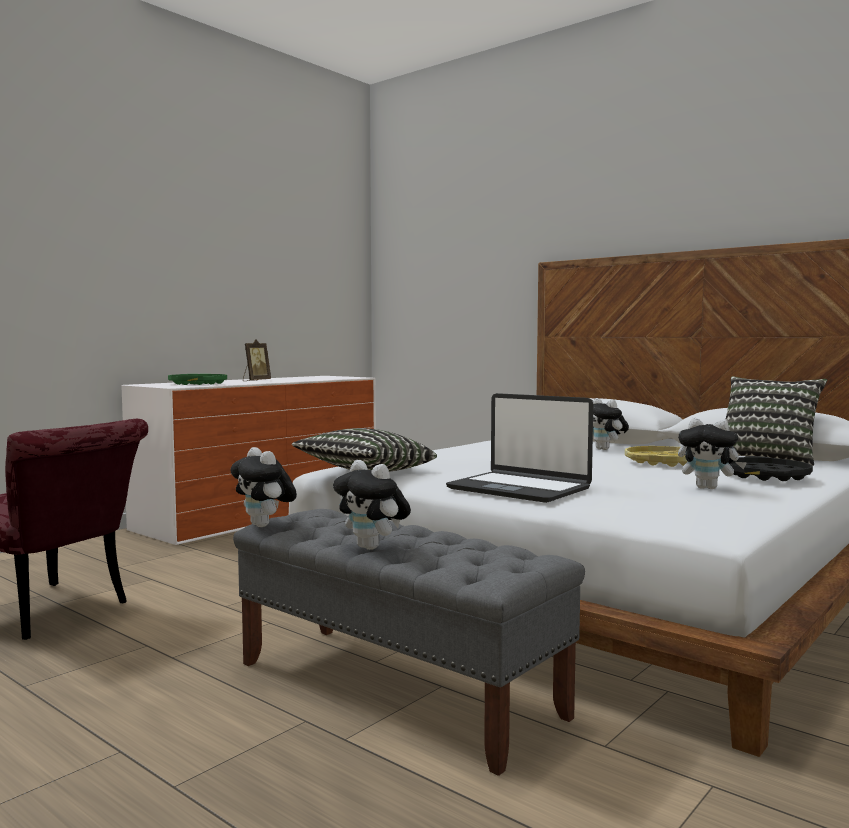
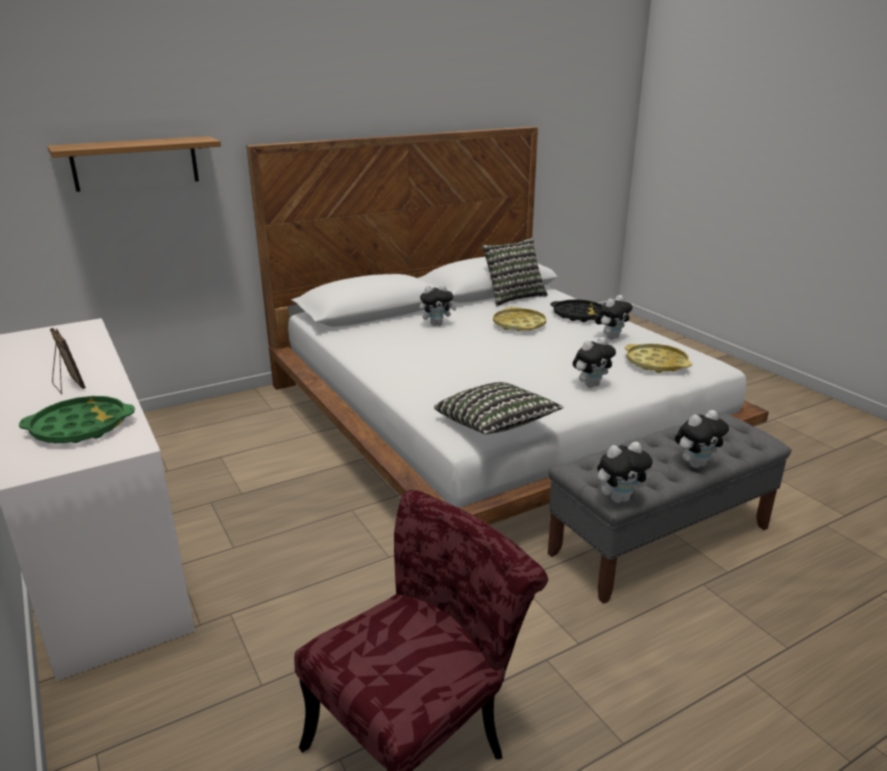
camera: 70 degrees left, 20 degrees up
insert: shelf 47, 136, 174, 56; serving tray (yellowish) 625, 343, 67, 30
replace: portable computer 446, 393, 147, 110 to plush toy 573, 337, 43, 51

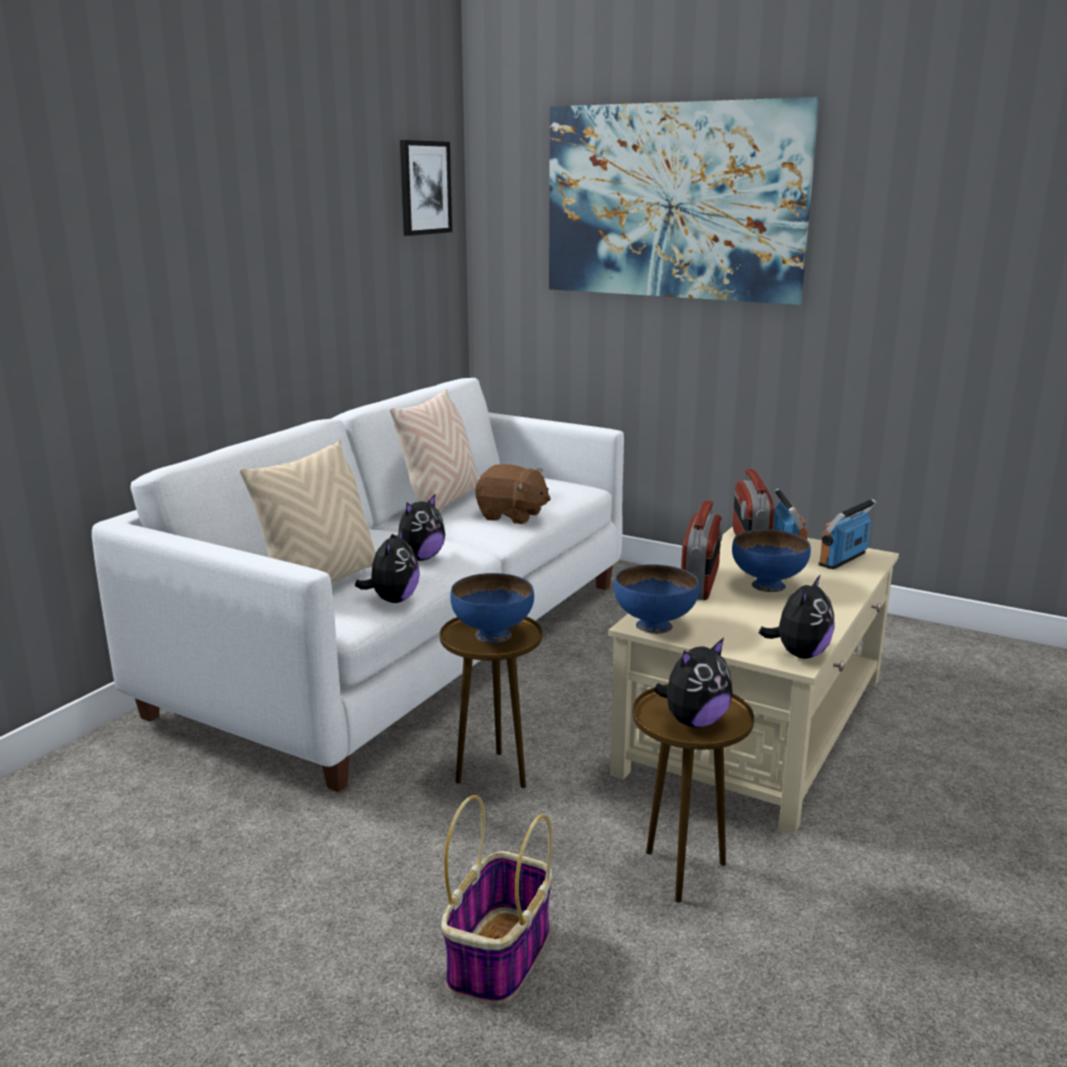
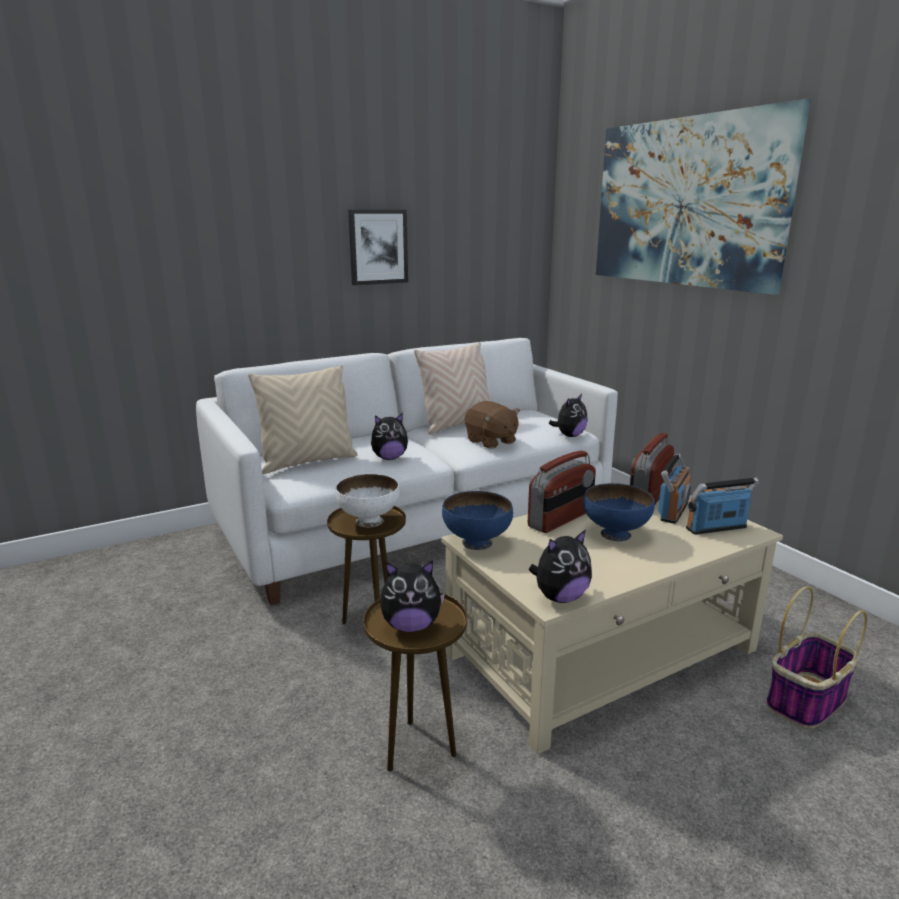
camera: 30 degrees right, 0 degrees up
move: picture 400, 140, 52, 96 to 348, 210, 60, 75; plush toy 355, 527, 65, 76 to 549, 394, 39, 43; storage basket 441, 795, 111, 210 to 766, 586, 101, 143
recolor: bowl (bluish) 450, 573, 84, 70 to bowl (white) 335, 474, 65, 53

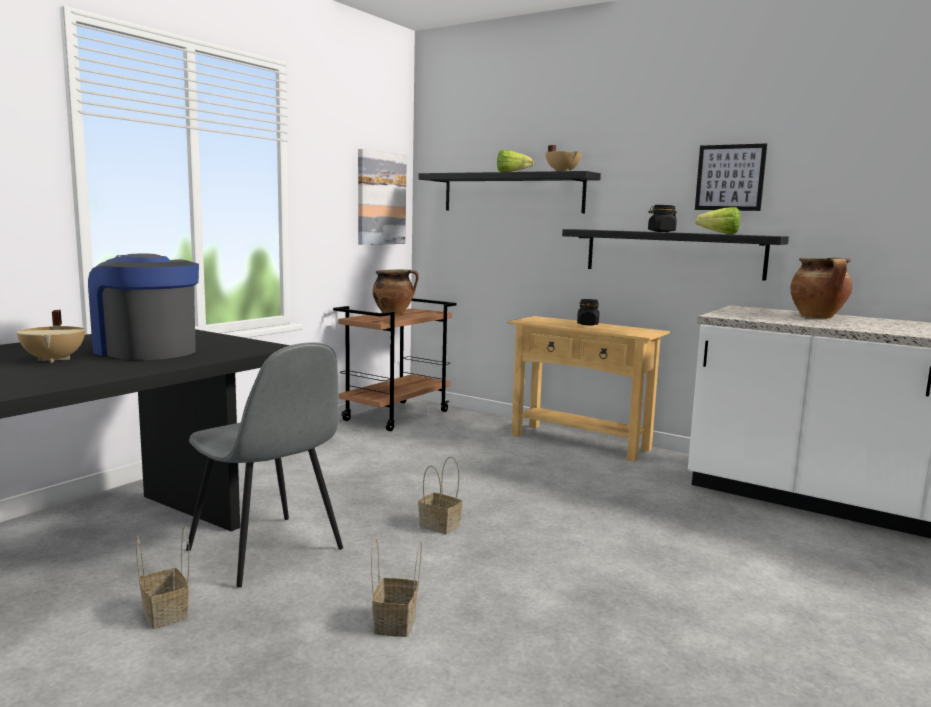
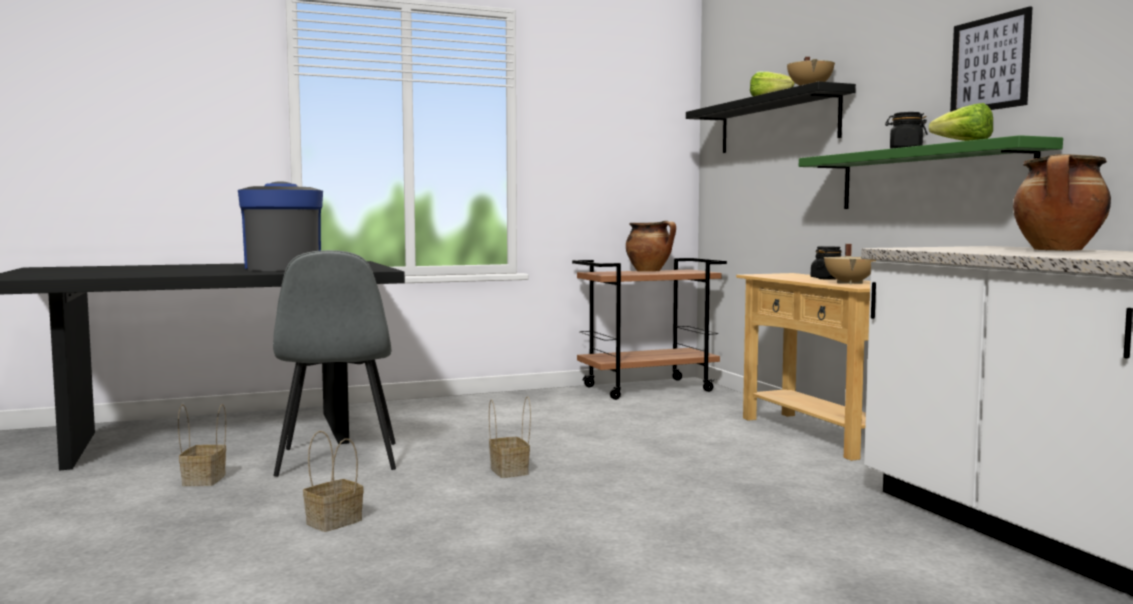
camera: 35 degrees right, 5 degrees down
delete: picture 358, 149, 49, 96
move: cooking pot (beige-coloured) 16, 310, 70, 53 to 824, 244, 52, 40
recolor: shelf (blackish) 562, 229, 227, 52 to shelf (greenish) 799, 135, 264, 74

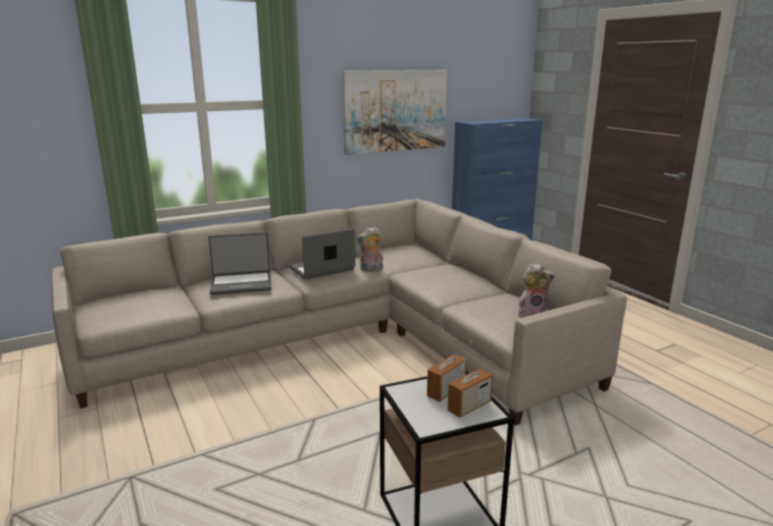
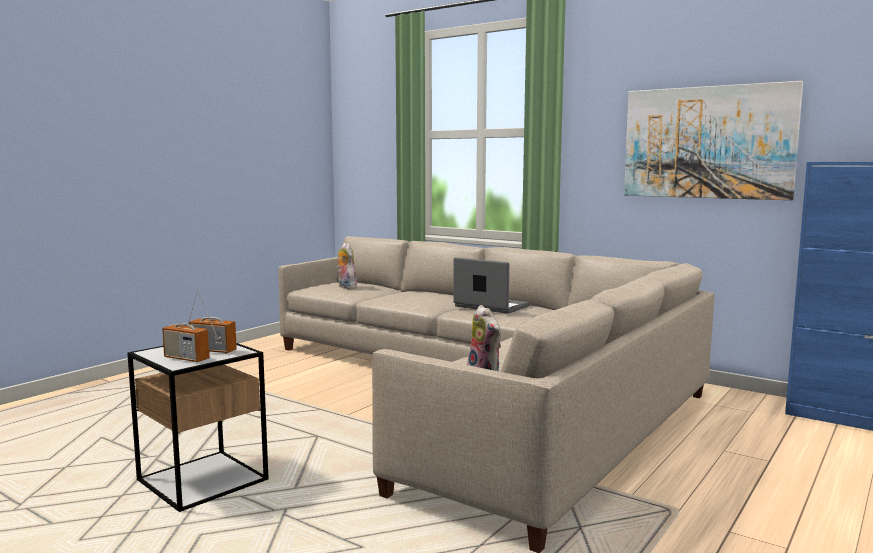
camera: 65 degrees right, 10 degrees down
delete: portable computer 208, 232, 64, 63
move: plush toy 356, 227, 27, 46 to 336, 243, 21, 46

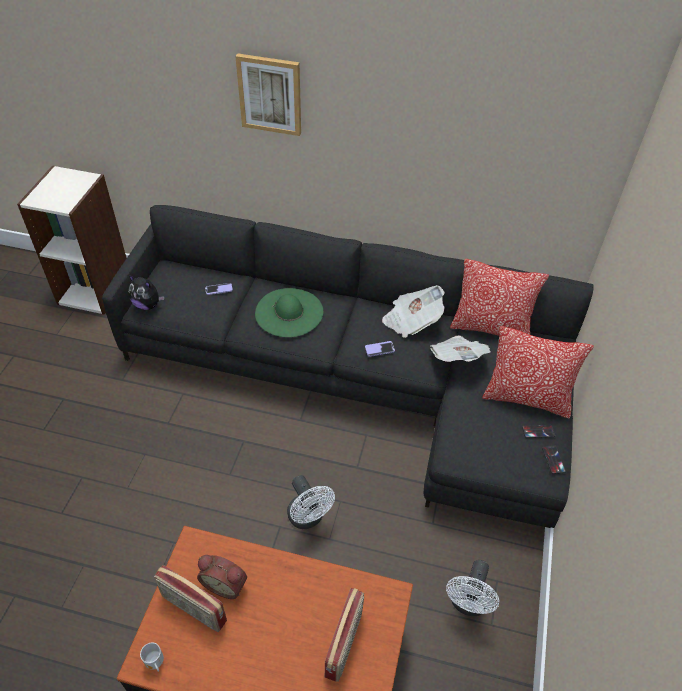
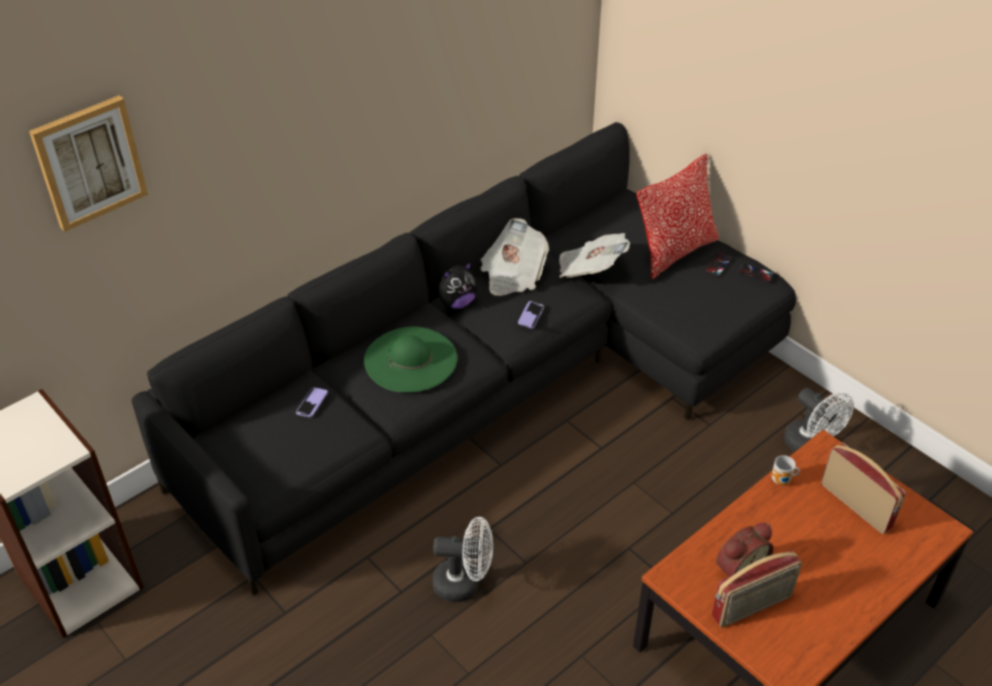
camera: 55 degrees left, 5 degrees down
delete: pillow 450, 259, 99, 77
move: picture 235, 53, 66, 83 to 29, 95, 119, 137; electric fan (white) 287, 475, 48, 54 to 432, 517, 61, 85; plush toy 128, 275, 37, 35 to 438, 262, 39, 47; mug 140, 643, 24, 29 to 772, 455, 28, 30

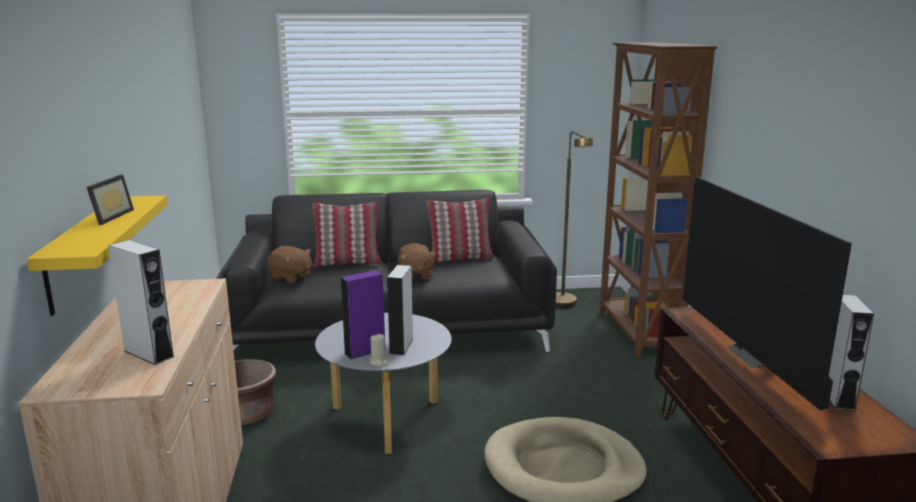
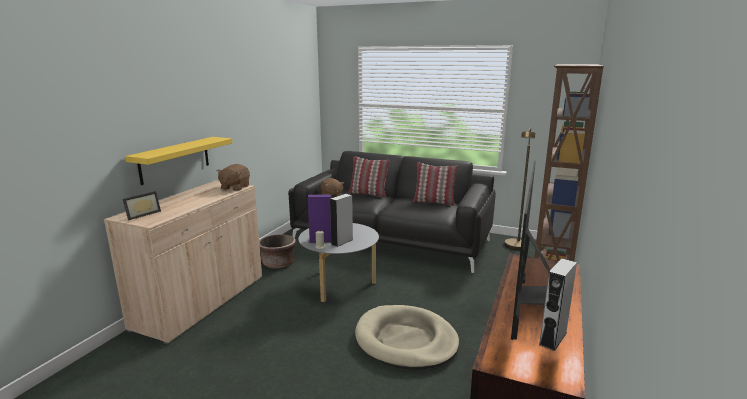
camera: 30 degrees right, 0 degrees up
delete: speaker (grey) 108, 240, 66, 125
move: picture frame 87, 174, 47, 51 to 123, 191, 38, 29; plush toy (brown) 398, 243, 38, 37 to 217, 164, 33, 27

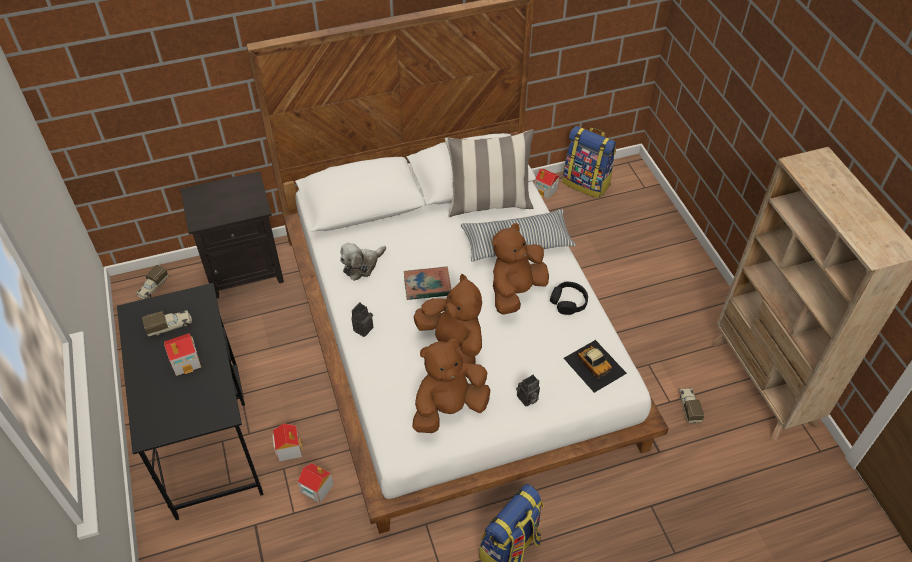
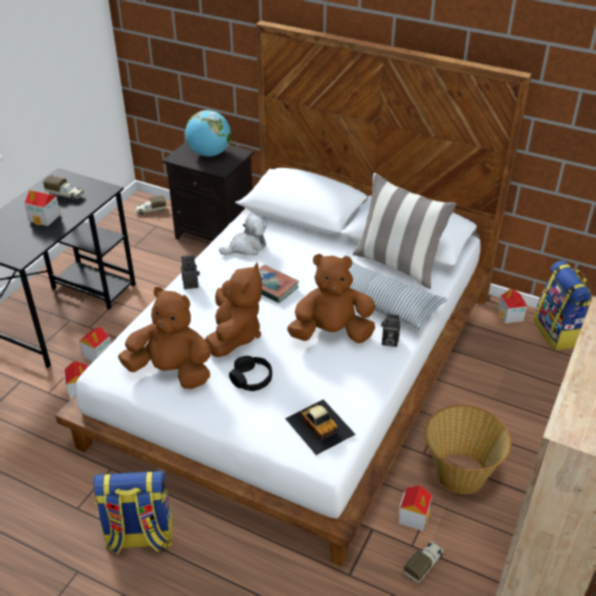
camera: 45 degrees right, 10 degrees down
insert: desk globe 185, 110, 46, 47; toy house 398, 485, 34, 46; storage basket 425, 405, 87, 89
move: headset (blackish) 550, 281, 38, 34 to 229, 356, 43, 35; still camera 516, 375, 24, 31 to 381, 314, 19, 33
rotate: plush toy 340, 243, 46, 38 = 219, 214, 48, 42 150 degrees clockwise; miniature car 564, 340, 63, 53 = 285, 399, 71, 56 45 degrees counterclockwise

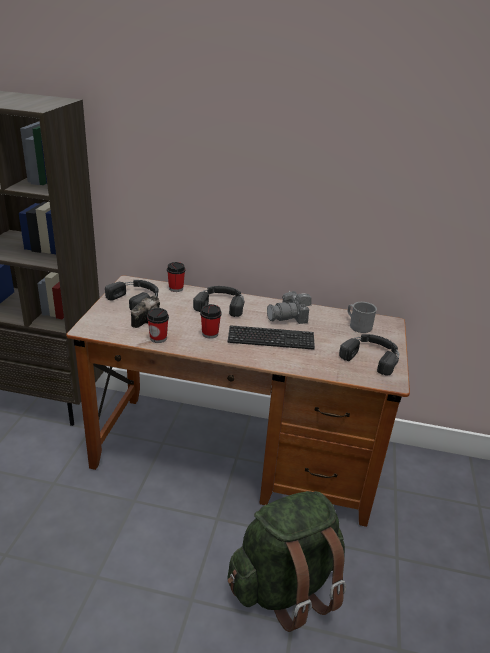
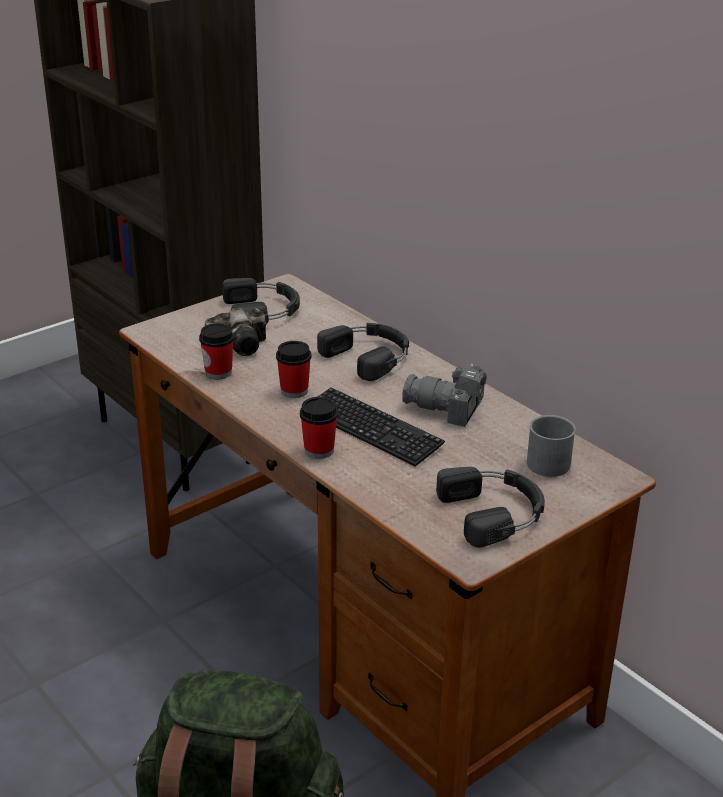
camera: 40 degrees right, 0 degrees up
move: drinking cup 167, 262, 18, 30 to 300, 397, 38, 62

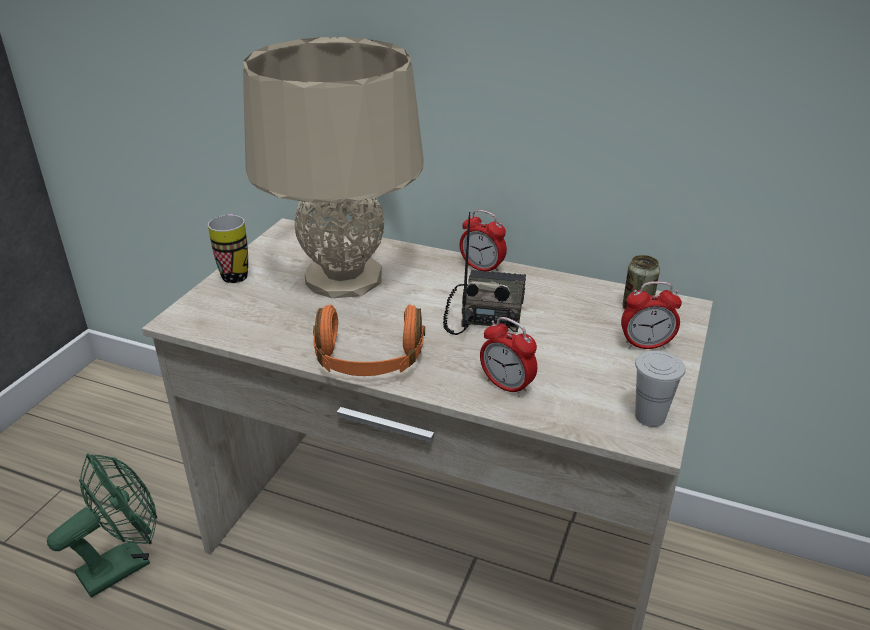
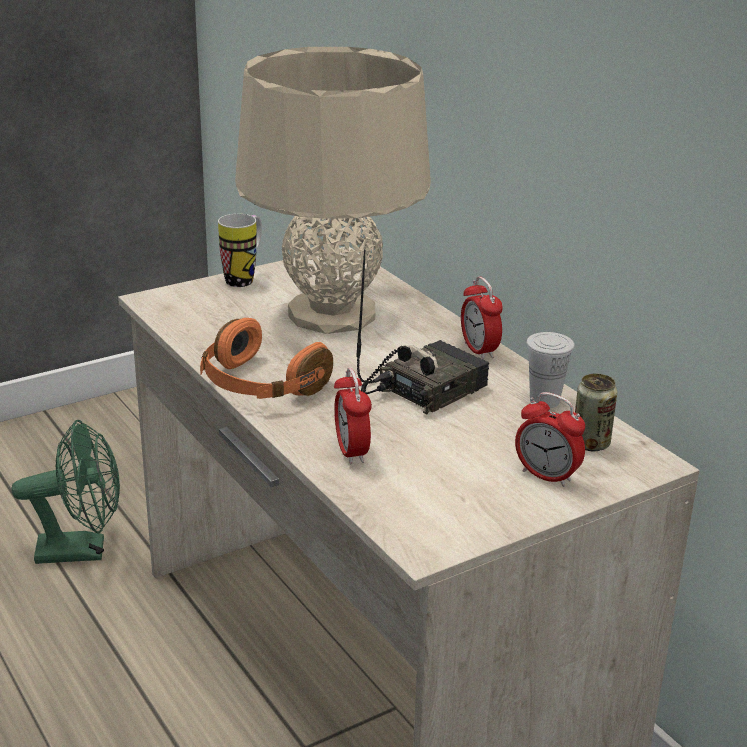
camera: 35 degrees right, 5 degrees down
move: drinking cup (white) 635, 351, 50, 76 to 526, 332, 49, 76

